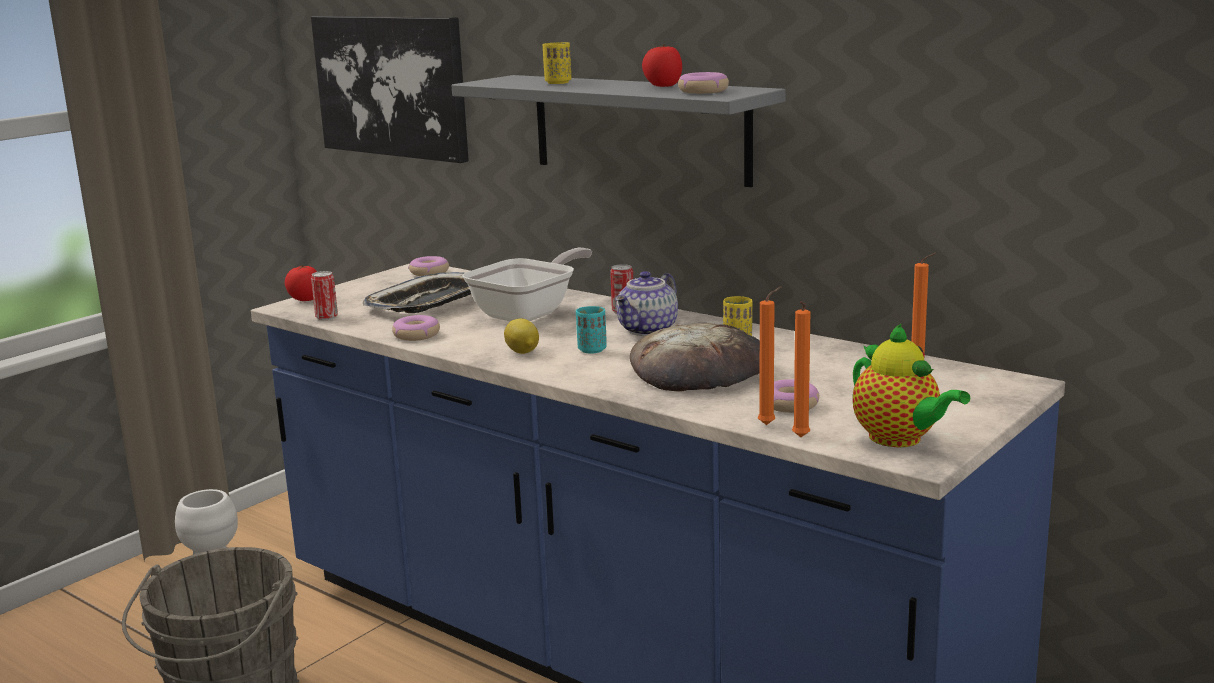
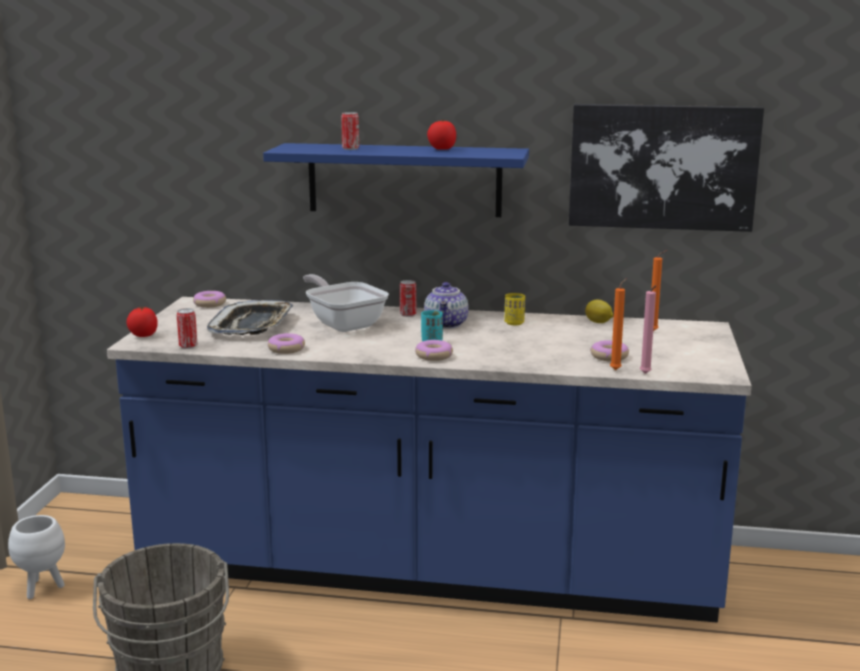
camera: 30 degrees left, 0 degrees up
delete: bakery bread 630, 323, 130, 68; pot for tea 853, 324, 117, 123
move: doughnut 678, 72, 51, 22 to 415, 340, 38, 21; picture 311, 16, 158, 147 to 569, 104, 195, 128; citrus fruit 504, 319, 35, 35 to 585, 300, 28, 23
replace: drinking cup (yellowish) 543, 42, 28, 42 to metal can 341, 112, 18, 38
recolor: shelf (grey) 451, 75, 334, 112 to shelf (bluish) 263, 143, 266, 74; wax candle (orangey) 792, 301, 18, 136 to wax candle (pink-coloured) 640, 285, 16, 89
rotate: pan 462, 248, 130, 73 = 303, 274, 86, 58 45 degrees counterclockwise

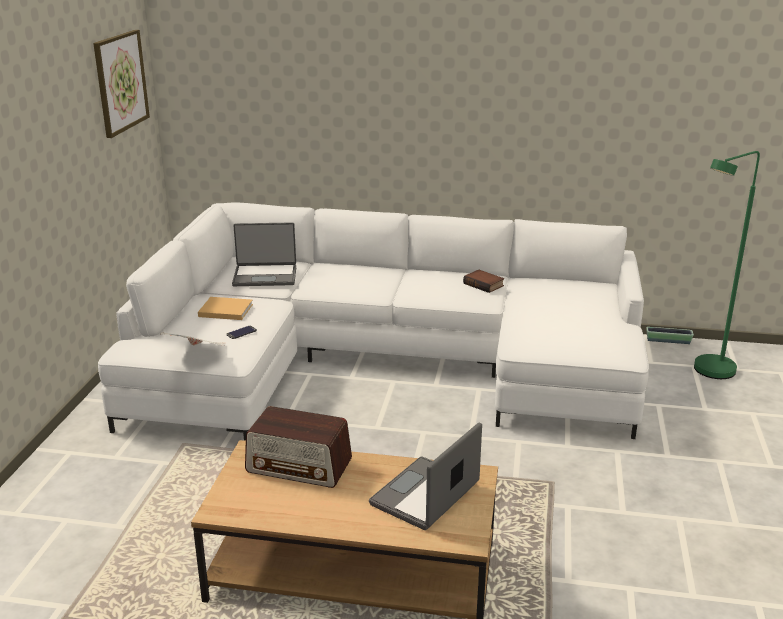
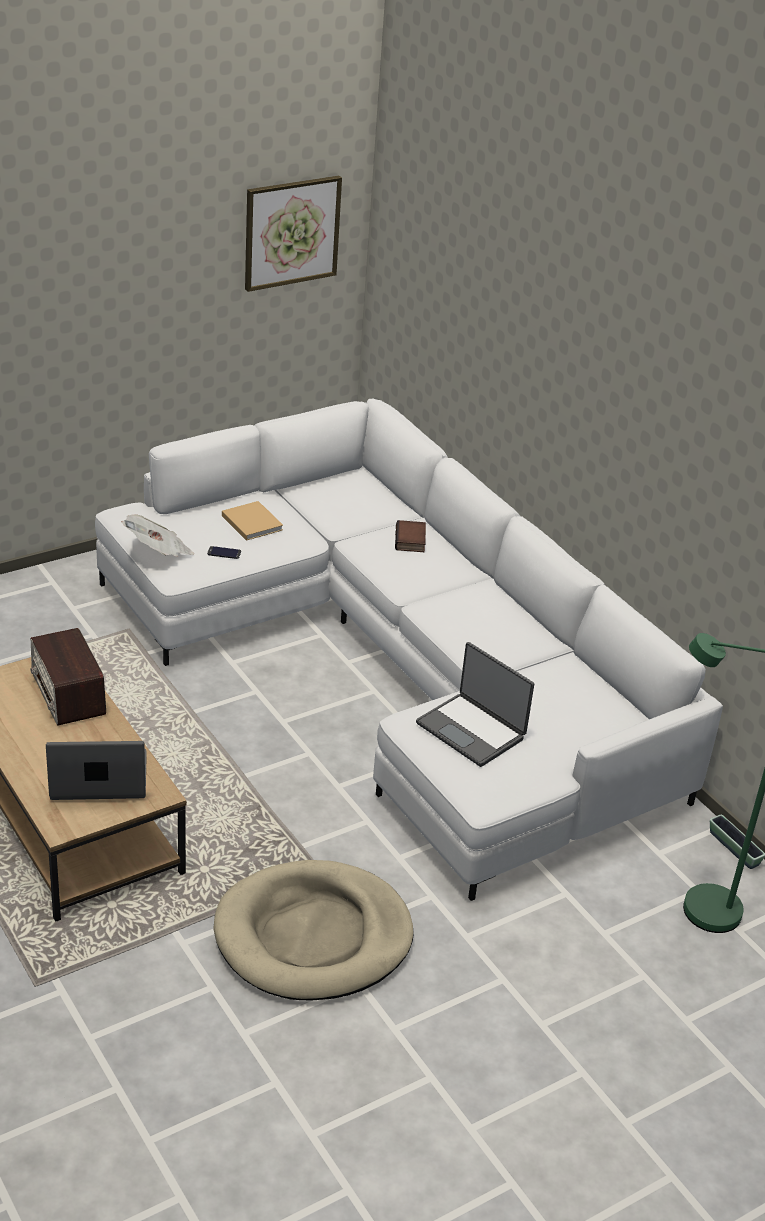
camera: 45 degrees right, 10 degrees up
insert: dog bed (beige-coloured) 213, 860, 201, 141
move: book 463, 270, 41, 23 to 395, 520, 31, 32; portable computer 232, 222, 64, 64 to 416, 642, 118, 125

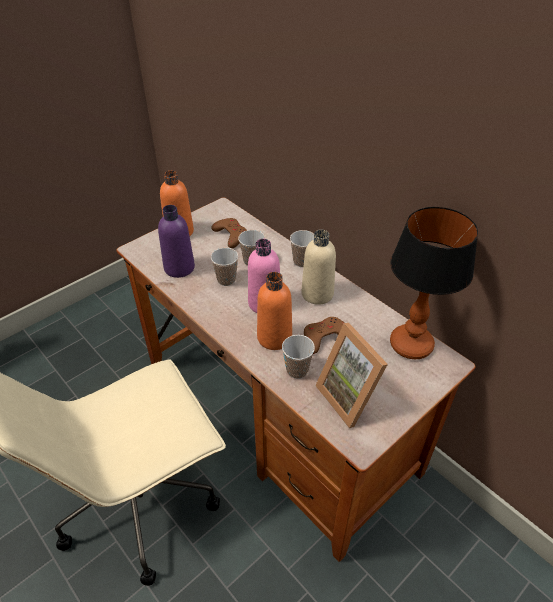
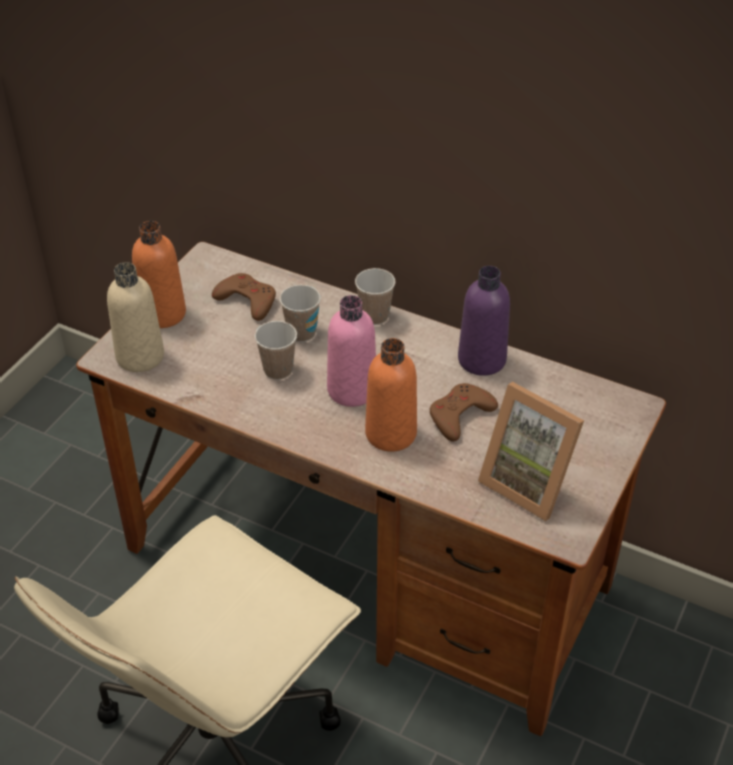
camera: 20 degrees left, 0 degrees up
delete: drinking cup 282, 335, 33, 44; lamp for a table 390, 207, 88, 152
move: drink bottle (beige-coloured) 301, 230, 35, 75 to 107, 262, 57, 110; drink bottle (purple) 158, 205, 37, 73 to 458, 266, 52, 110

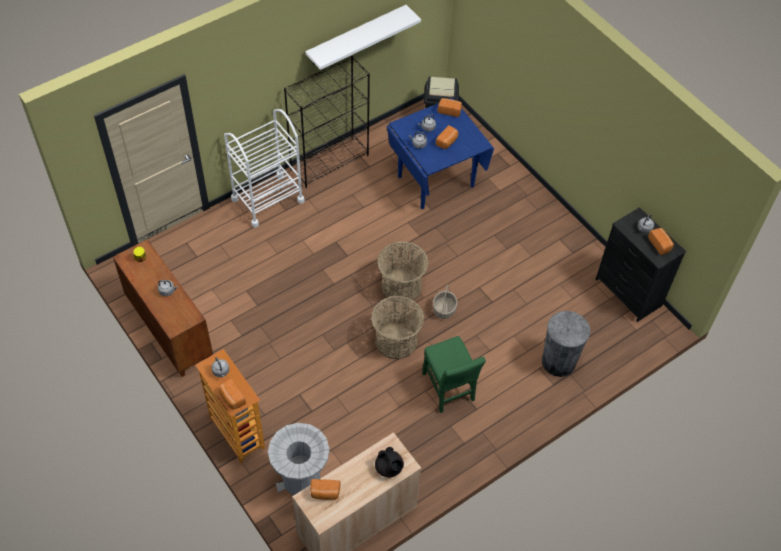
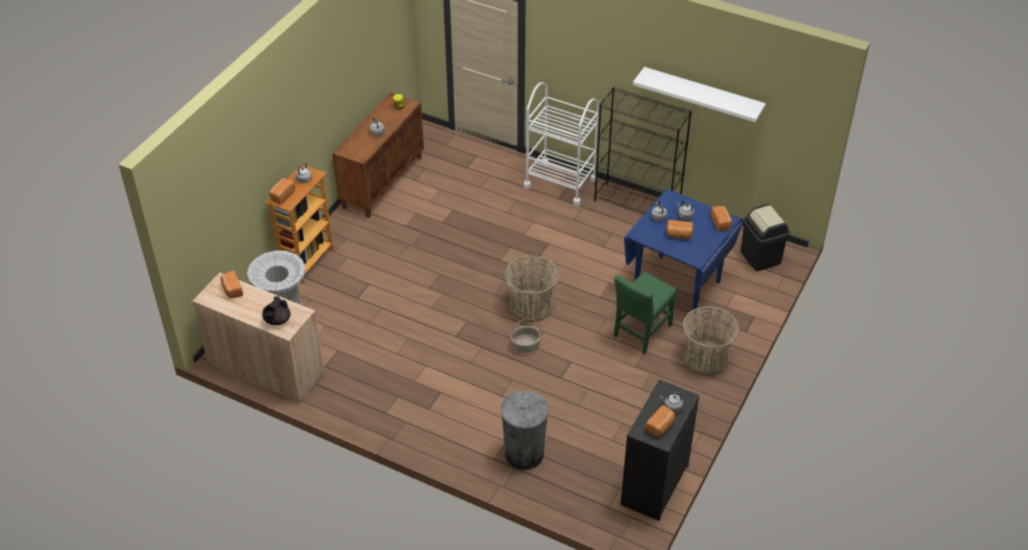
camera: 65 degrees right, 10 degrees down
move: upright chair (greenish) 422, 336, 64, 77 to 614, 272, 62, 82; storage basket 371, 296, 53, 63 to 682, 306, 57, 70

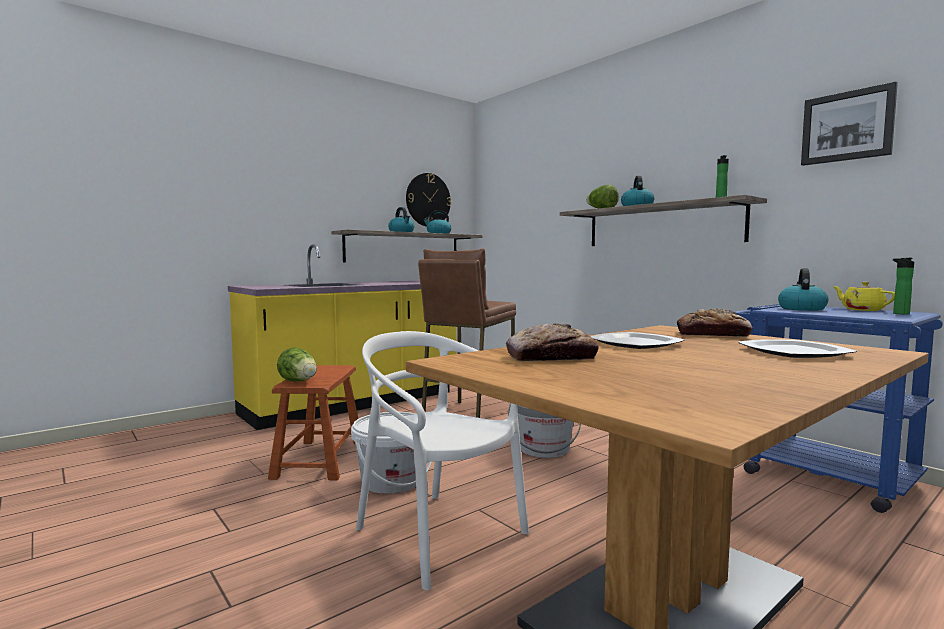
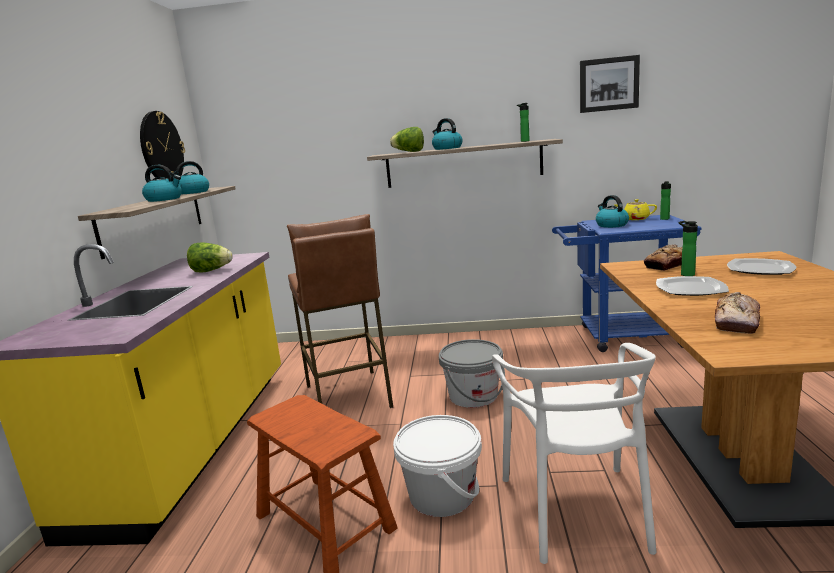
camera: 45 degrees left, 10 degrees up
insert: drink bottle 679, 221, 19, 55
move: head of lettuce 277, 348, 40, 34 to 187, 242, 46, 31
rotate: upright chair (white) 356, 331, 173, 260 = 492, 343, 164, 221 90 degrees counterclockwise

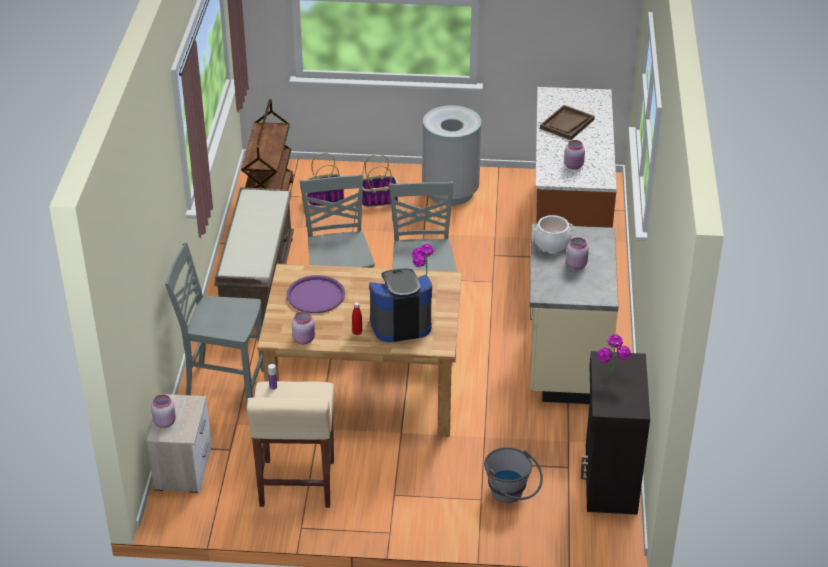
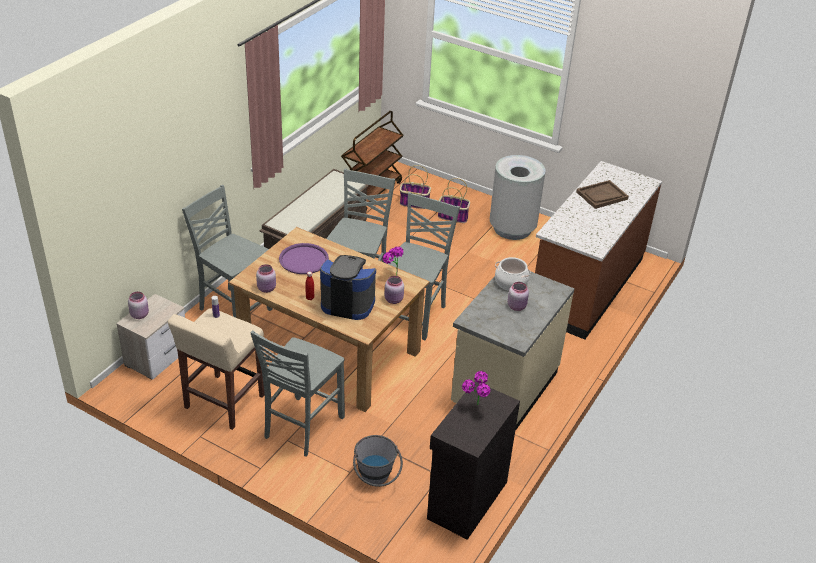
camera: 25 degrees right, 0 degrees up
insert: upright chair (grey) 250, 330, 95, 127
move: preserve jar (pink-coloured) 564, 140, 21, 30 to 385, 276, 19, 28

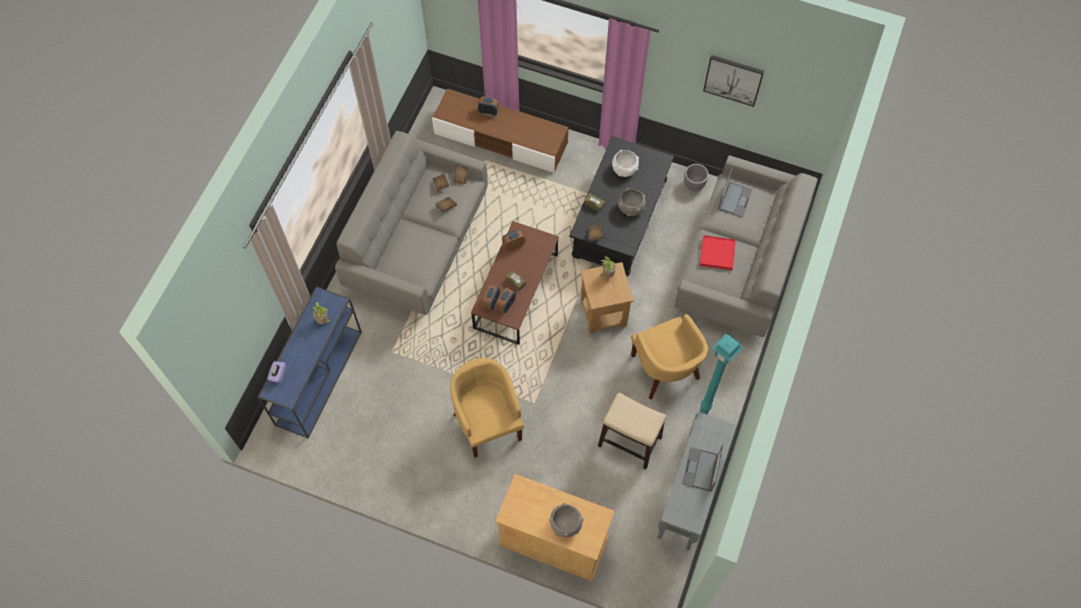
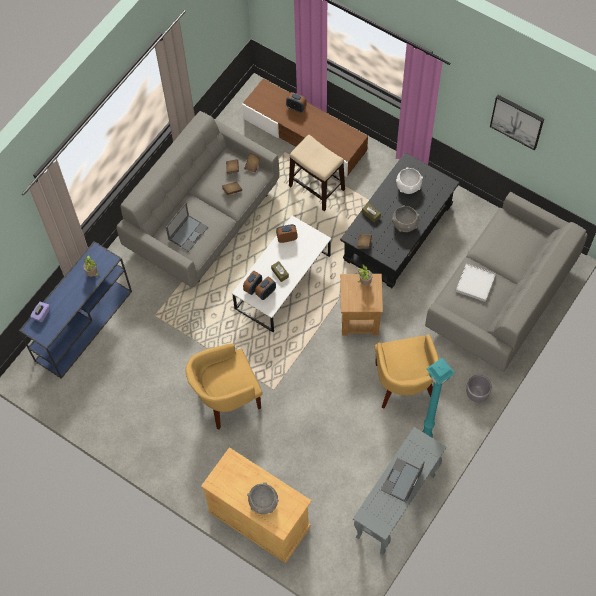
camera: 15 degrees right, 0 degrees up
move: portable computer 718, 168, 35, 50 to 166, 203, 42, 49; stool 598, 393, 68, 76 to 289, 135, 56, 76; plant pot (grey) 684, 164, 25, 27 to 466, 375, 26, 28
recolor: lounge table (brown) 471, 221, 88, 124 to lounge table (white) 232, 216, 99, 116; serving tray (red) 700, 235, 36, 35 to serving tray (white) 456, 264, 40, 38
rotate: armchair (yellowish) 450, 358, 74, 100 = 185, 343, 78, 87 105 degrees counterclockwise

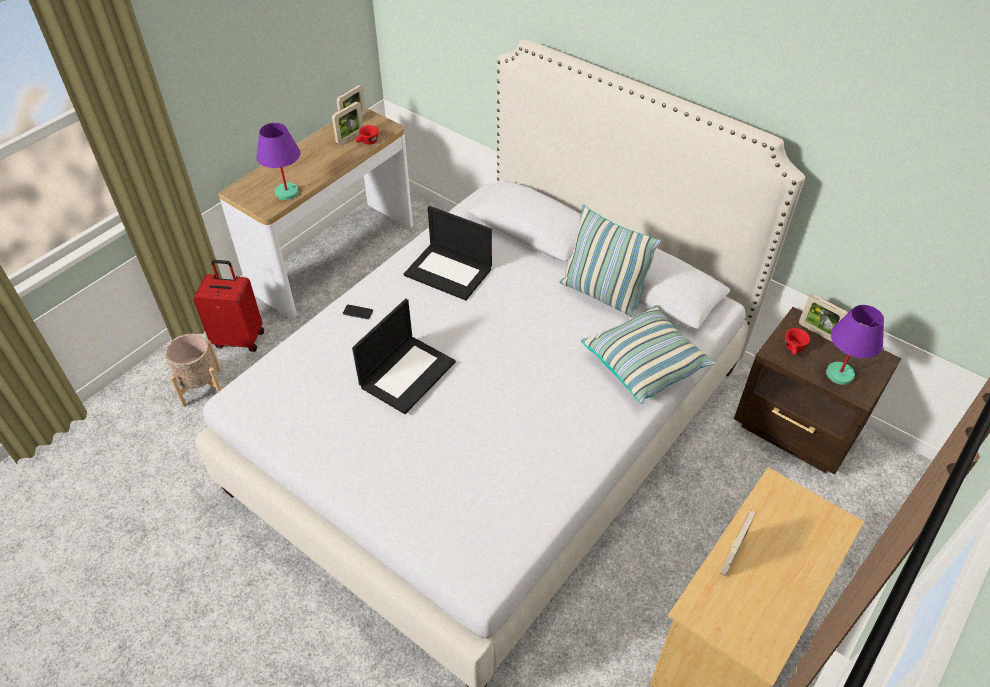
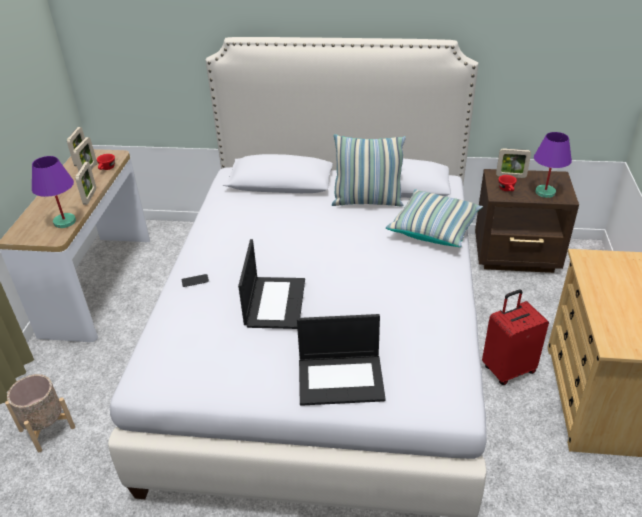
camera: 30 degrees left, 10 degrees down
move: picture frame 720, 510, 36, 66 to 75, 162, 21, 43; portable computer 404, 206, 88, 95 to 297, 314, 89, 92; piece of luggage (red) 193, 260, 71, 92 to 482, 289, 67, 96

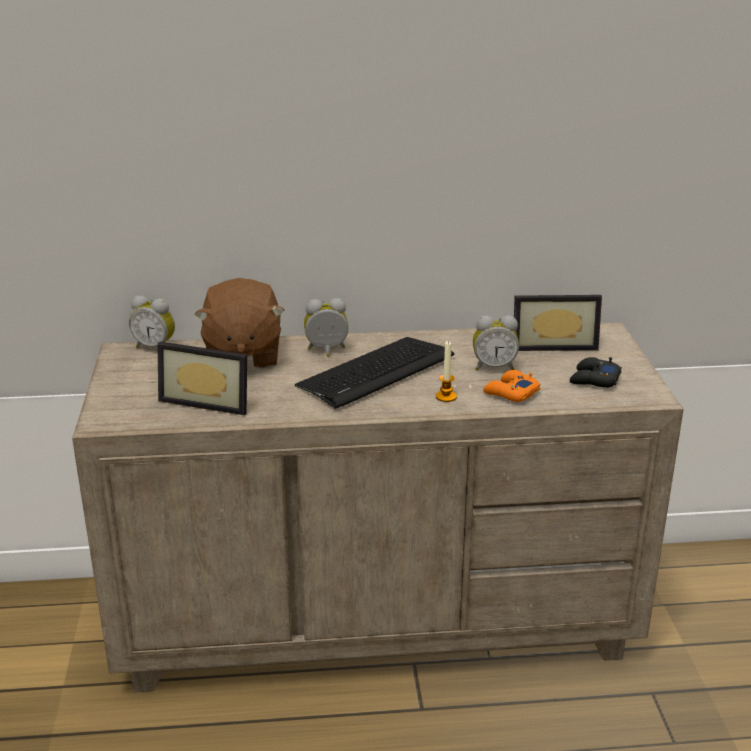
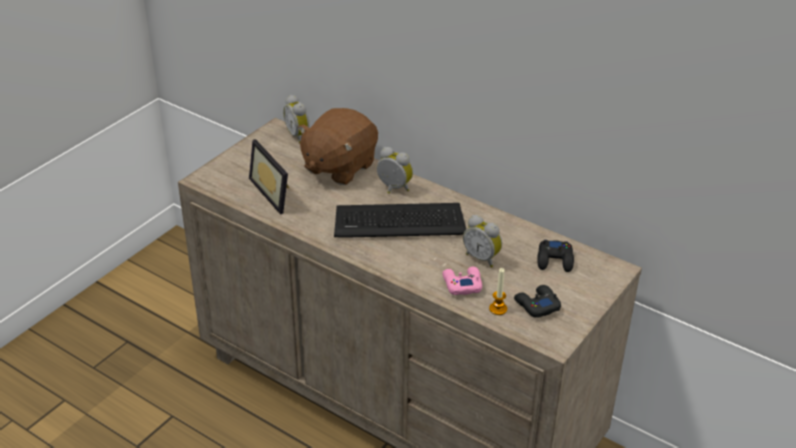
camera: 40 degrees right, 10 degrees up
move: wax candle 436, 341, 21, 61 to 489, 268, 18, 47
replace: picture frame 514, 295, 88, 56 to joypad (blackish) 537, 240, 37, 32
recolor: joypad (orangey) 483, 370, 58, 32 to joypad (pink-coloured) 442, 267, 40, 28

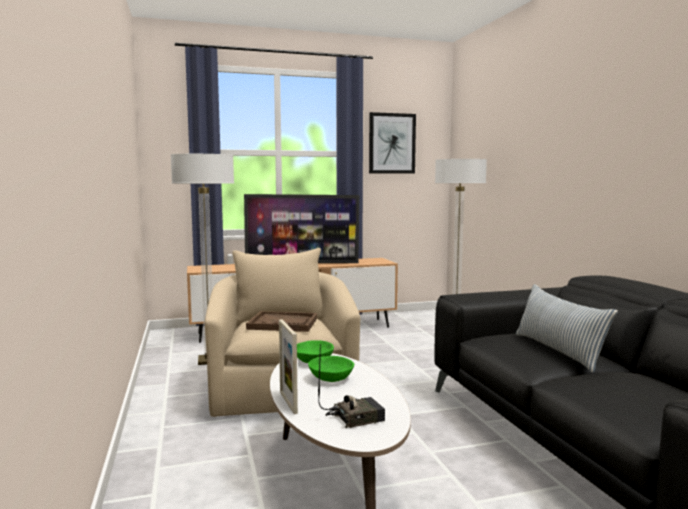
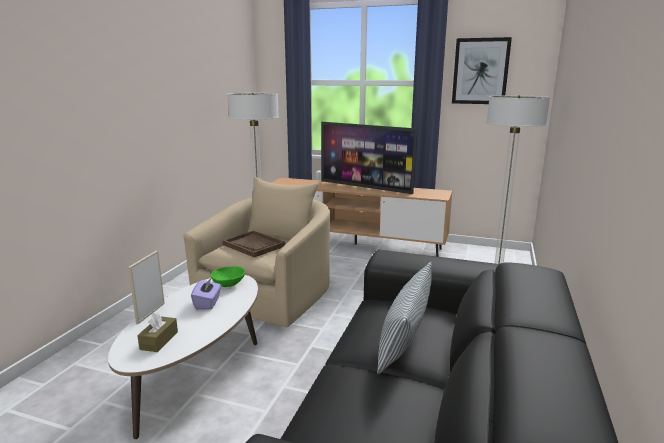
camera: 35 degrees right, 10 degrees up
replace: radio set 318, 345, 67, 83 to tissue box (brown) 137, 311, 41, 41; bowl (greenish) 308, 356, 46, 26 to tissue box (purple) 191, 277, 30, 33

